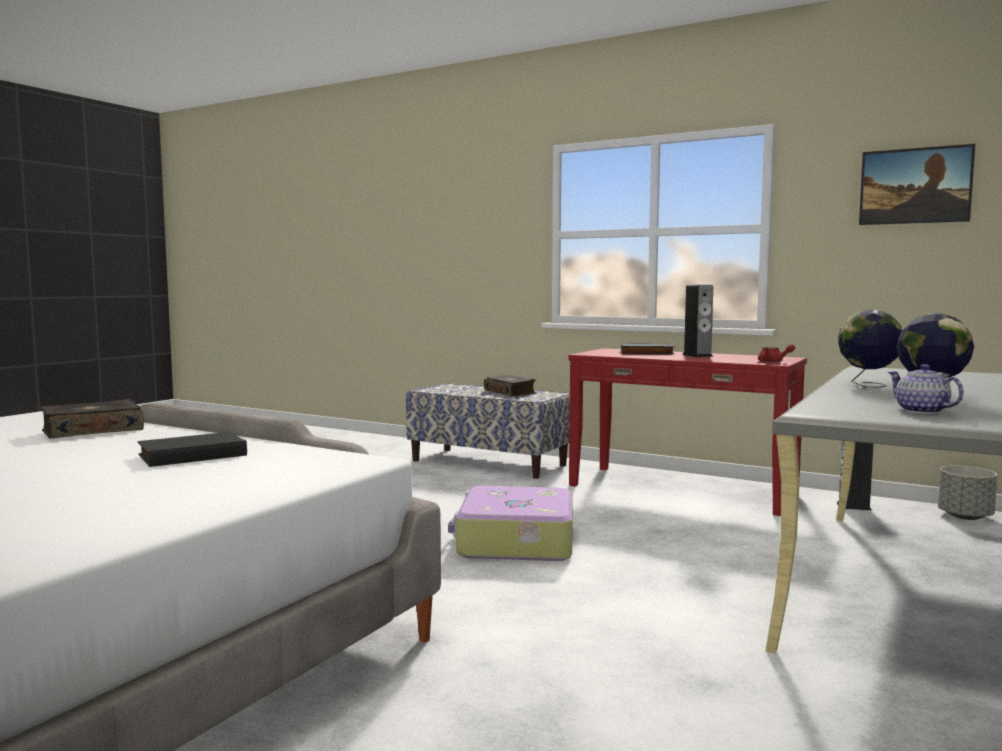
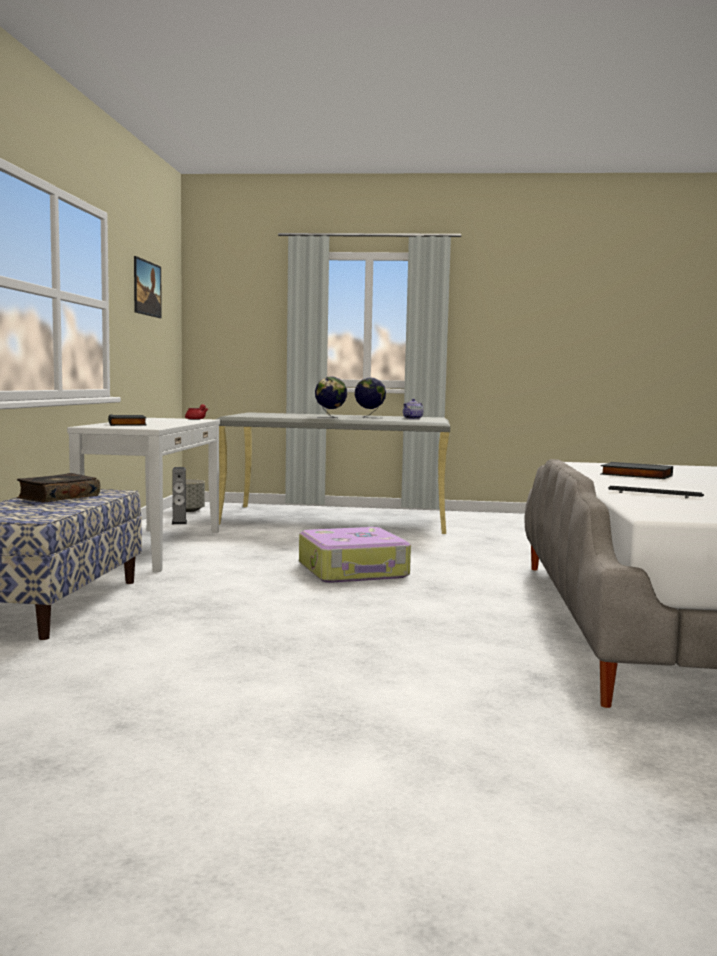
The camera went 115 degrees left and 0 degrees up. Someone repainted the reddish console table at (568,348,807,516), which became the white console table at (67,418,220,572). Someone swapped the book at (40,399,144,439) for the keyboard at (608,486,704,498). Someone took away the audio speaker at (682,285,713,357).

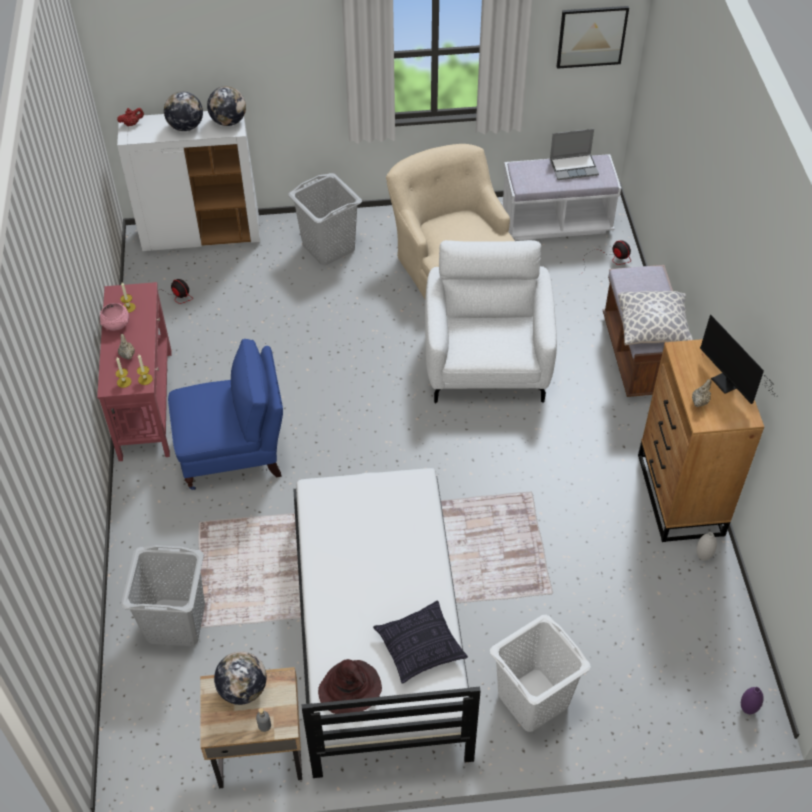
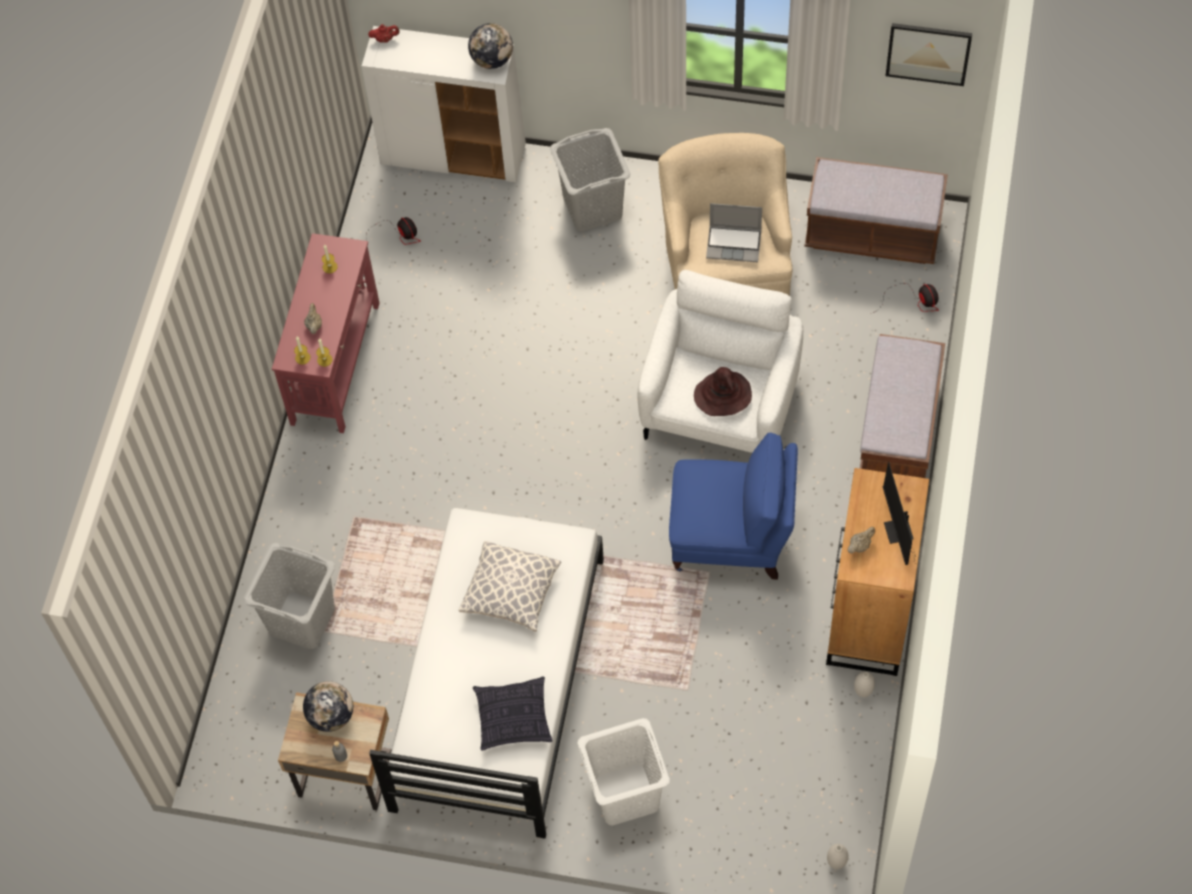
The camera went 20 degrees right and 10 degrees up. Someone carried the cushion from (618,291,693,345) to (459,541,561,632). Someone carried the blue-coloured lounge chair from (168,339,283,490) to (669,433,798,580). Someone carried the brown clothing hat from (318,659,382,714) to (694,367,752,416). Someone carried the portable computer from (550,129,599,180) to (706,203,762,262). Someone repainted the white indoor bench at (501,154,621,240), which became the brown indoor bench at (804,157,948,264). Someone repainted the purplish flower vase at (741,687,764,714), which became the white flower vase at (827,844,848,869). Someone took away the pinkish deep dish at (100,303,129,331). Someone took away the world globe at (164,91,203,131).

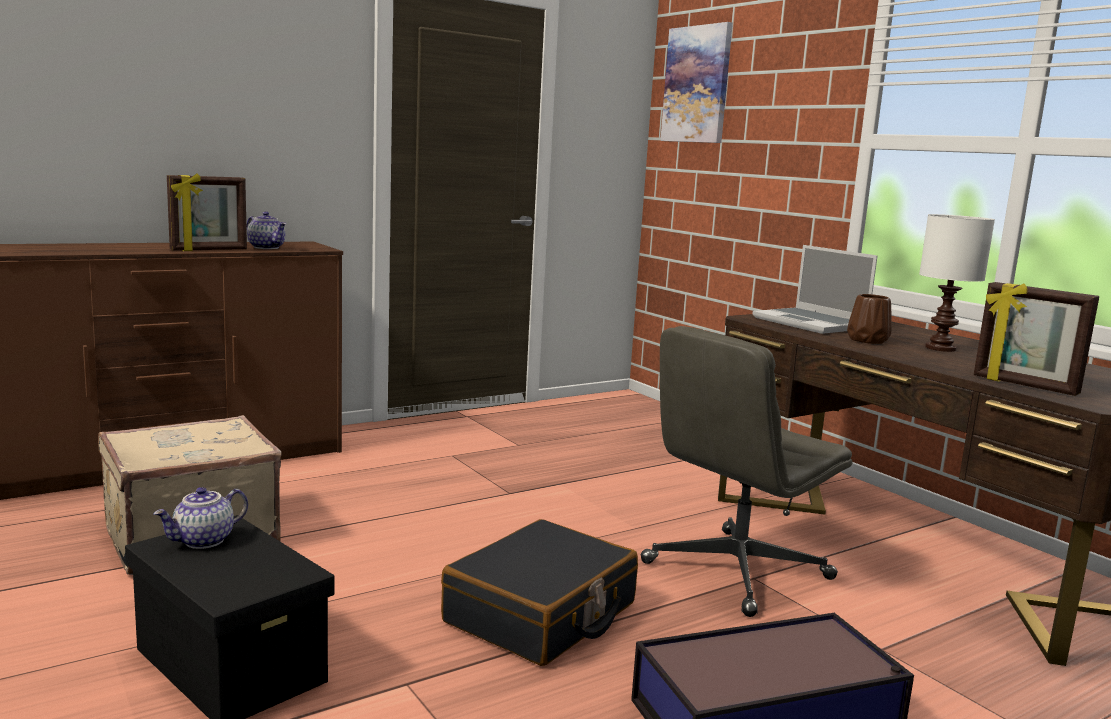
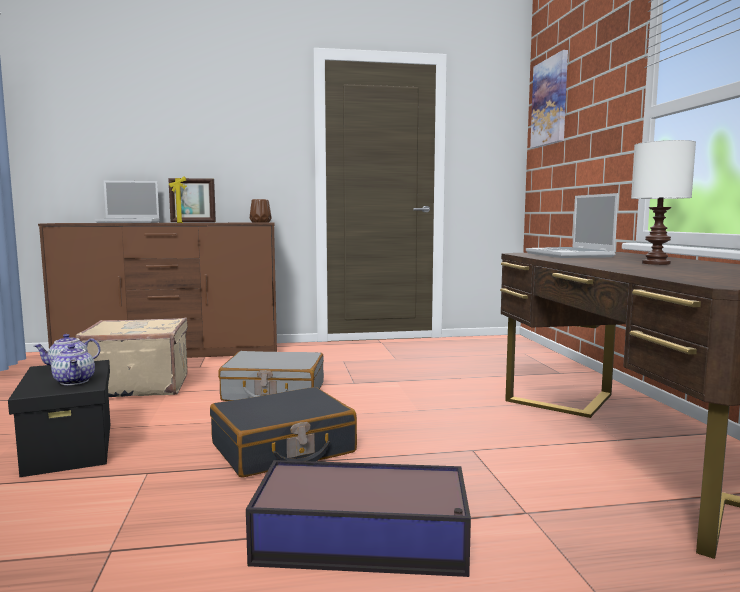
The camera went 25 degrees right and 5 degrees down. Someone carried the pot for tea from (247,211,286,249) to (51,344,95,385). Someone put down the portable computer at (95,181,160,223). Someone put down the gray travel case at (218,351,324,401). Someone carried the brown flower vase from (847,294,892,344) to (250,199,272,223). Someone took away the gray office chair at (640,326,852,617). Someone took away the standing frame at (974,282,1099,396).

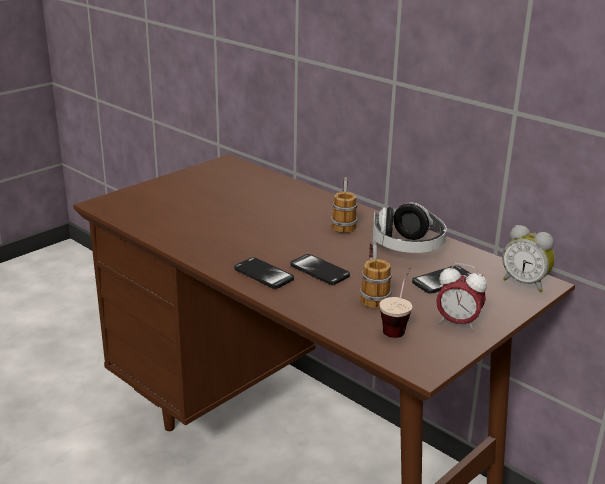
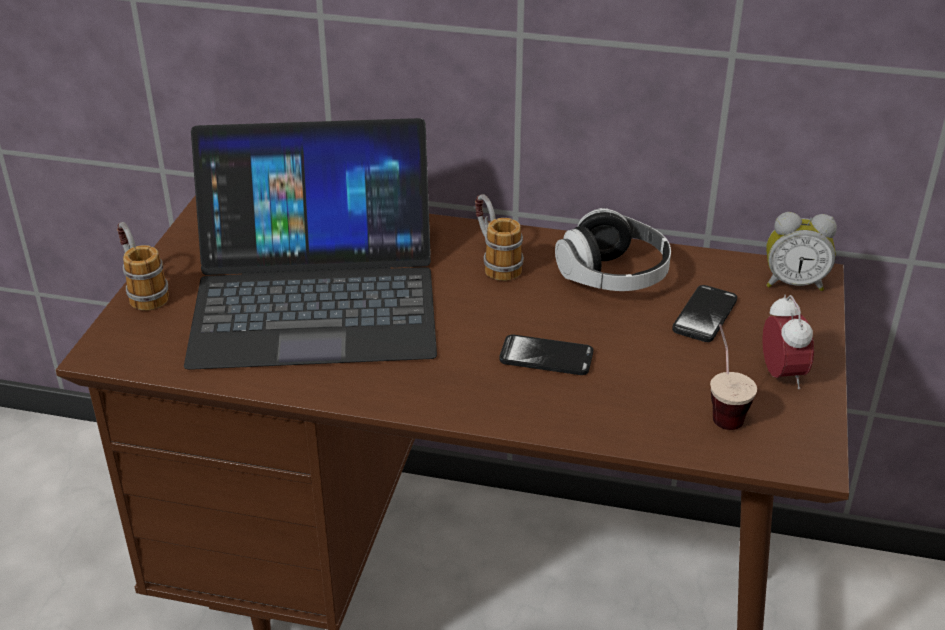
The camera went 30 degrees left and 10 degrees up. Someone carried the mug from (360,240,392,308) to (117,222,169,311). Someone put down the portable computer at (184,118,437,370). Someone rotated the bedside clock at (436,263,487,331) by 90 degrees counterclockwise. Someone took away the handset at (235,257,294,289).

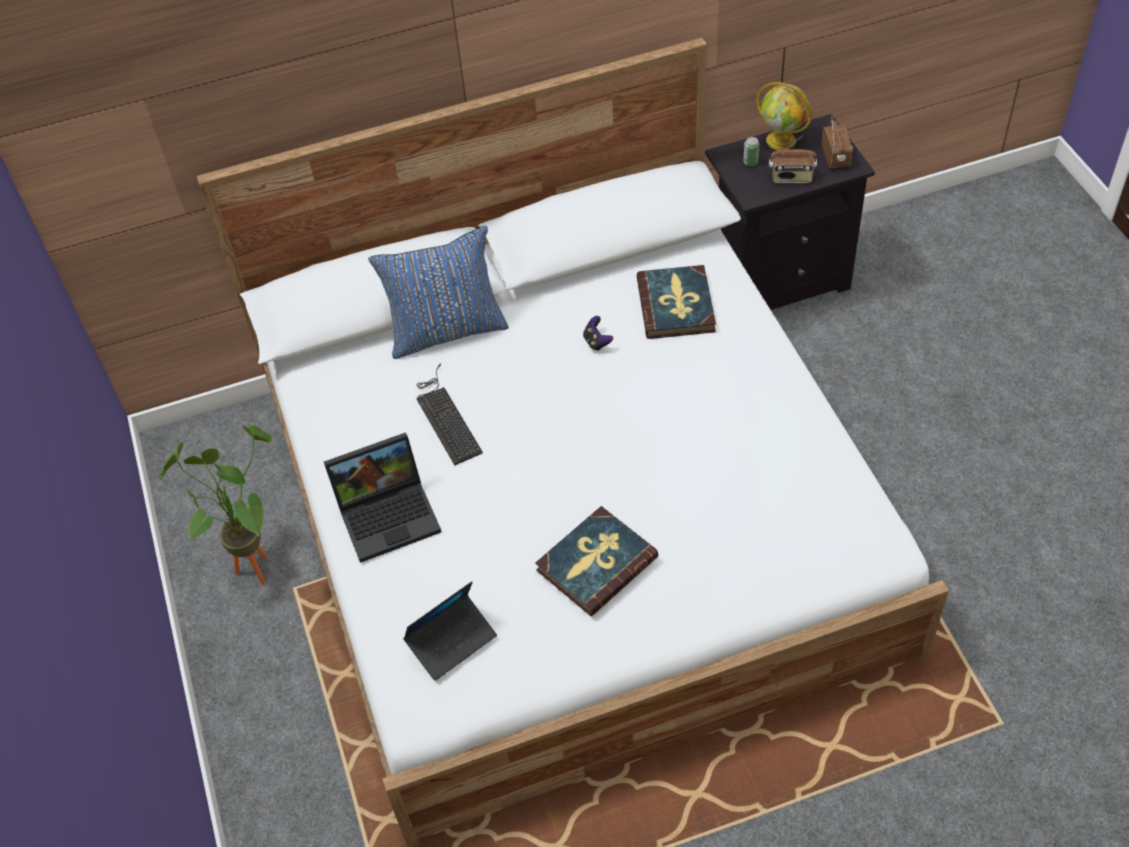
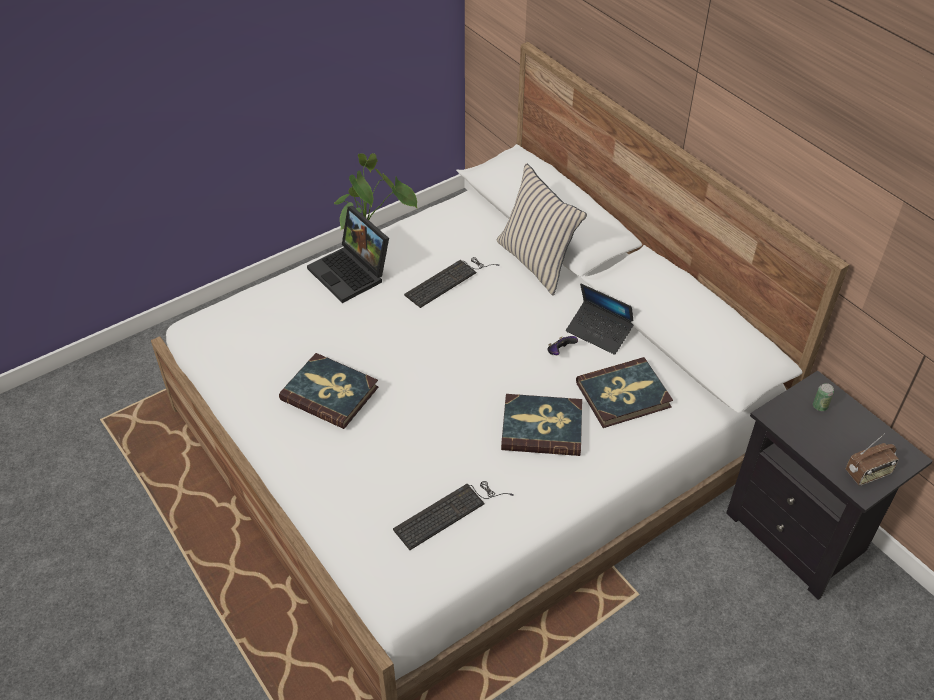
The camera went 70 degrees right and 5 degrees down. Someone put down the keyboard at (393,481,514,550). Someone repainted the blue-coloured cushion at (368,226,509,359), which became the sand-coloured cushion at (497,163,587,296). Someone put down the book at (501,394,582,456). Someone carried the portable computer from (403,581,497,681) to (566,284,634,355). Someone took away the world globe at (756,82,812,150). Someone took away the radio set at (769,136,817,183).

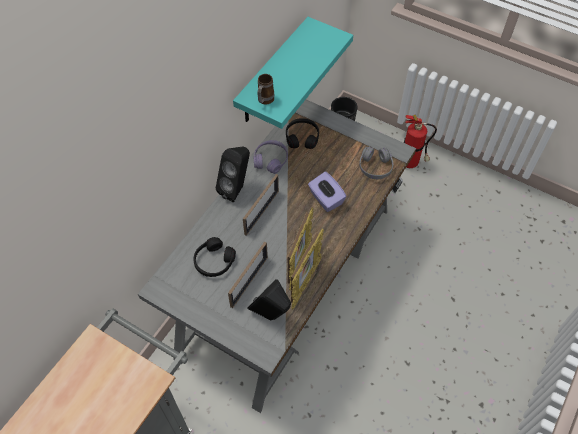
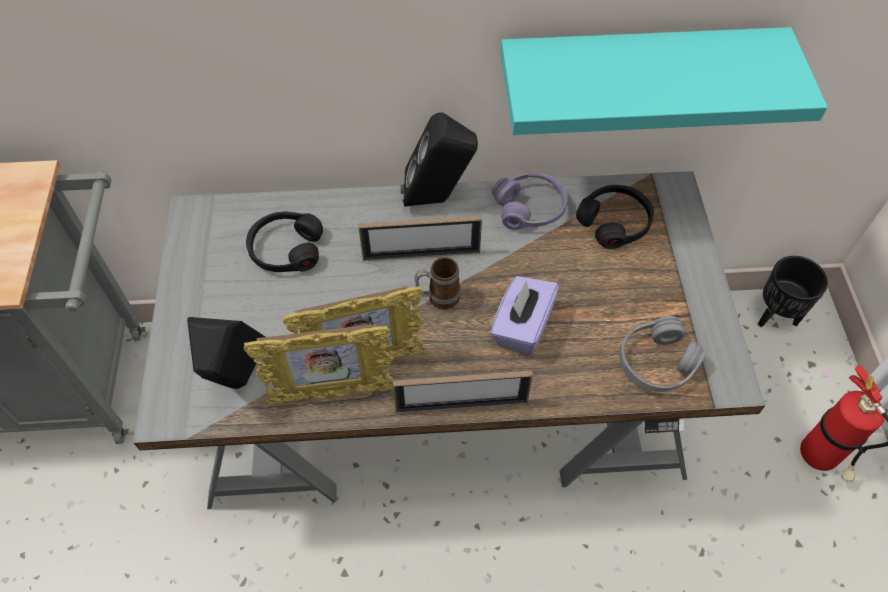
The camera went 55 degrees right and 0 degrees up. Someone carried the standing frame from (228,241,268,308) to (393,371,533,414). Someone carried the mug from (257,74,274,105) to (415,257,460,310).

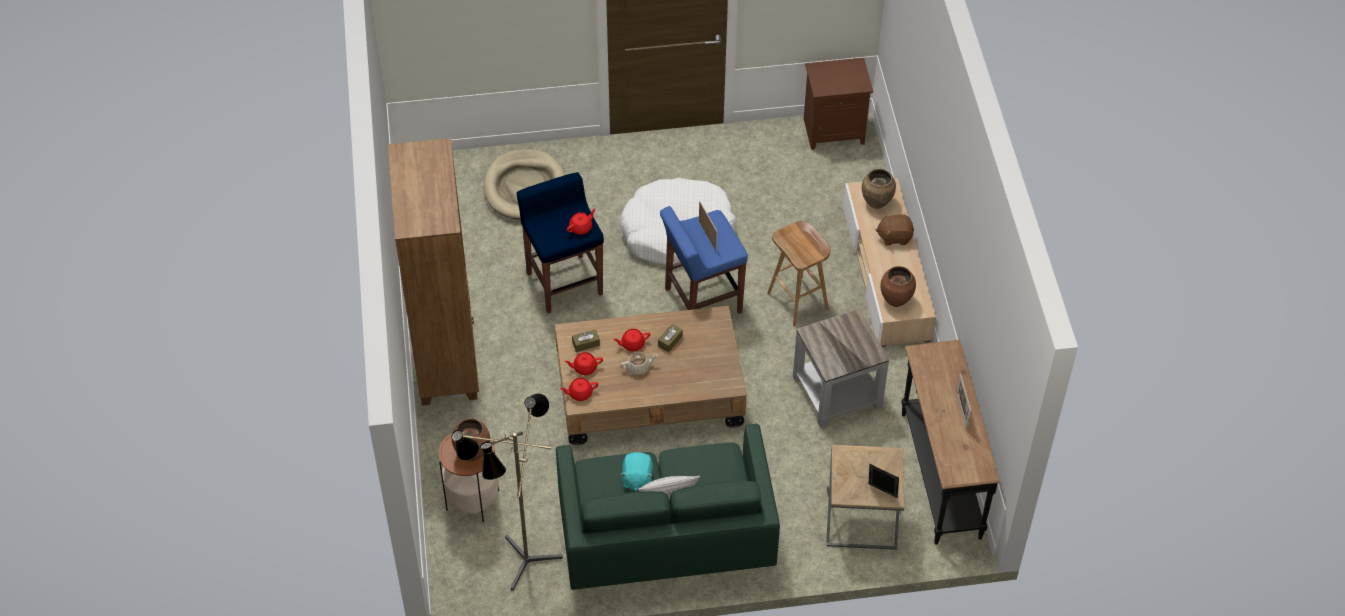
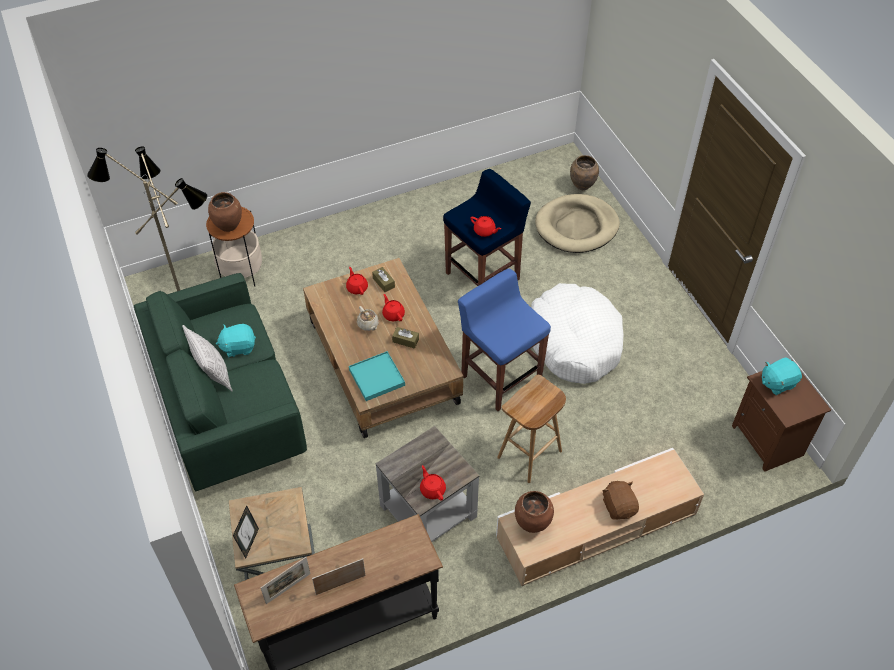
The camera went 75 degrees right and 0 degrees up. Someone carried the standing frame from (699,201,717,251) to (260,557,310,604). Someone put down the blue-green carrying tray at (349,351,405,401). Someone carried the reddish pot for tea from (560,378,598,401) to (420,465,446,501). Someone carried the brown flower vase from (862,169,896,209) to (570,155,599,190). Someone put down the blue-green plush toy at (762,358,802,395). Someone took away the brown shelving unit at (388,138,479,405).

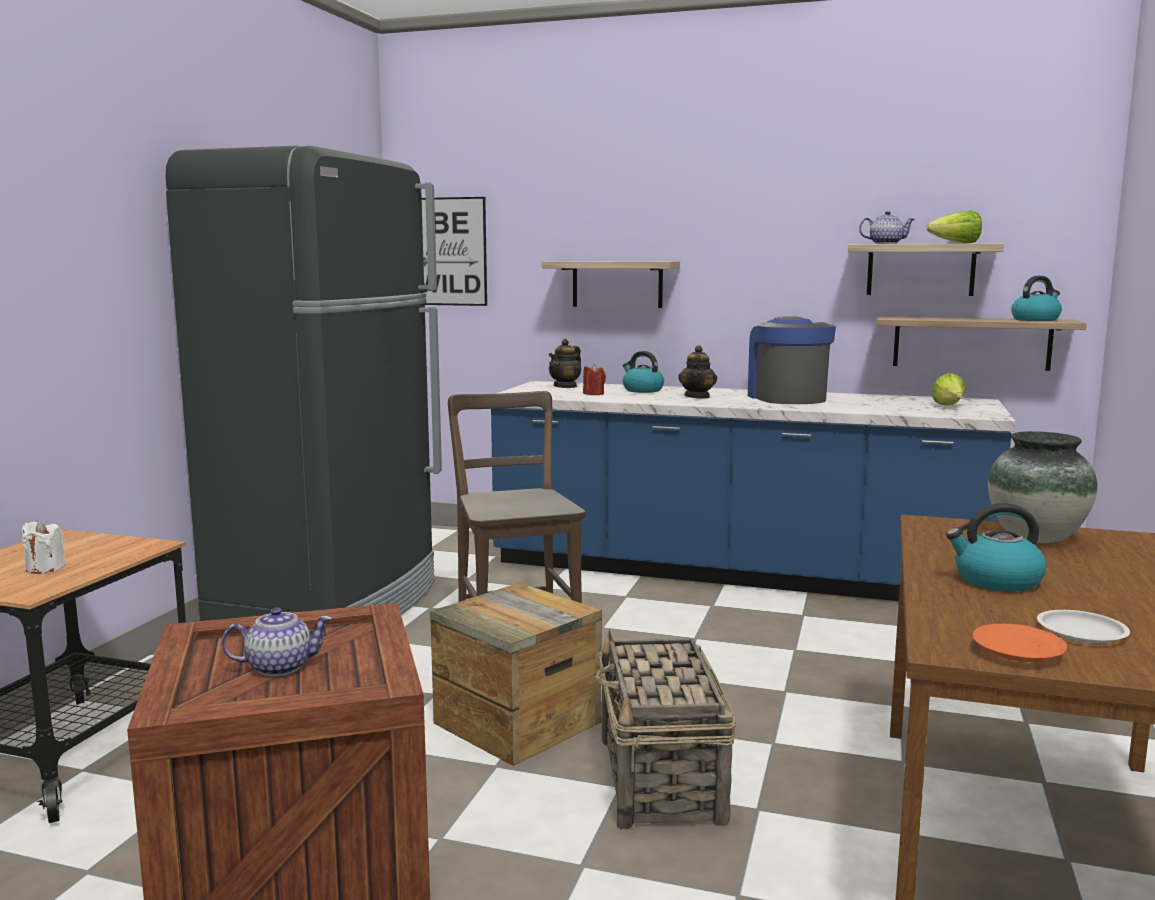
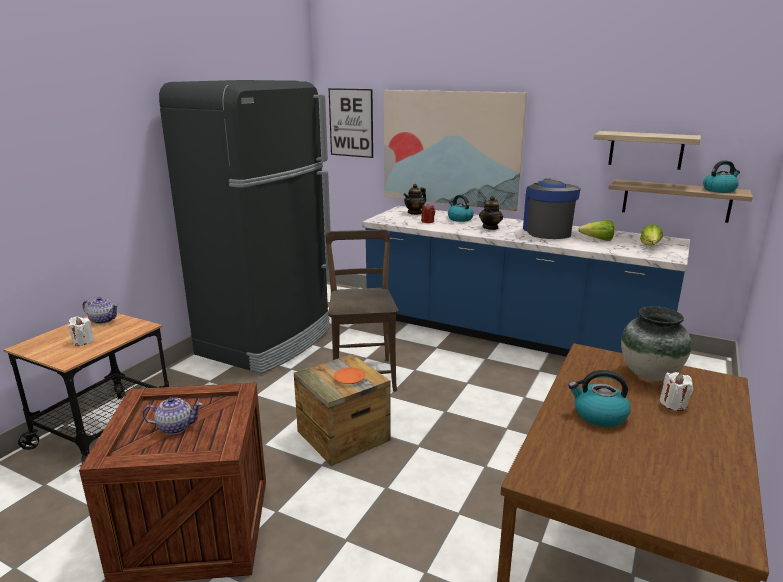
The camera went 10 degrees right and 10 degrees up. Someone carried the pot for tea from (859,211,915,244) to (83,297,118,324). Someone carried the orange flat dish from (973,624,1067,662) to (333,367,366,384). Someone swapped the wall shelf at (542,261,680,308) for the wall picture at (384,90,527,211). Someone carried the head of lettuce from (926,210,982,244) to (578,220,615,241). Someone put down the white wax candle at (660,372,693,411). Someone took away the basket at (595,630,736,830). Someone took away the white flat dish at (1037,610,1130,643).

